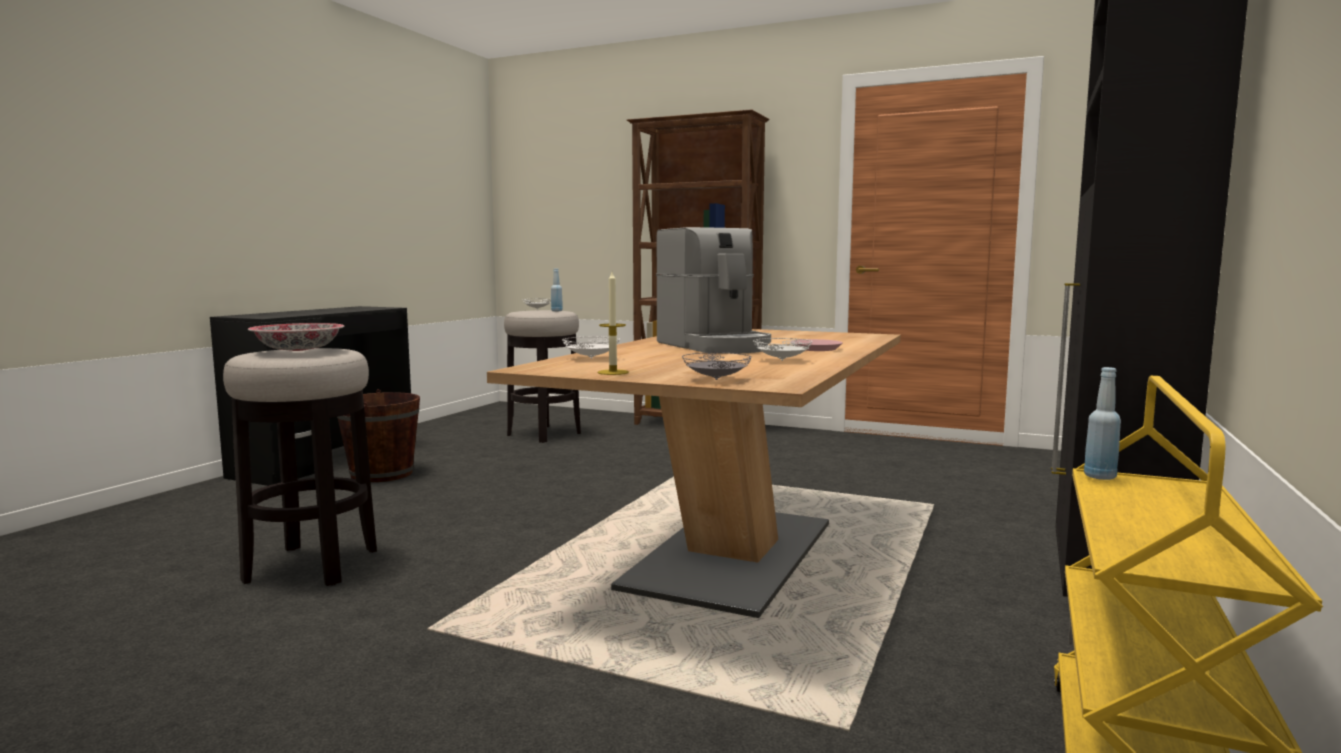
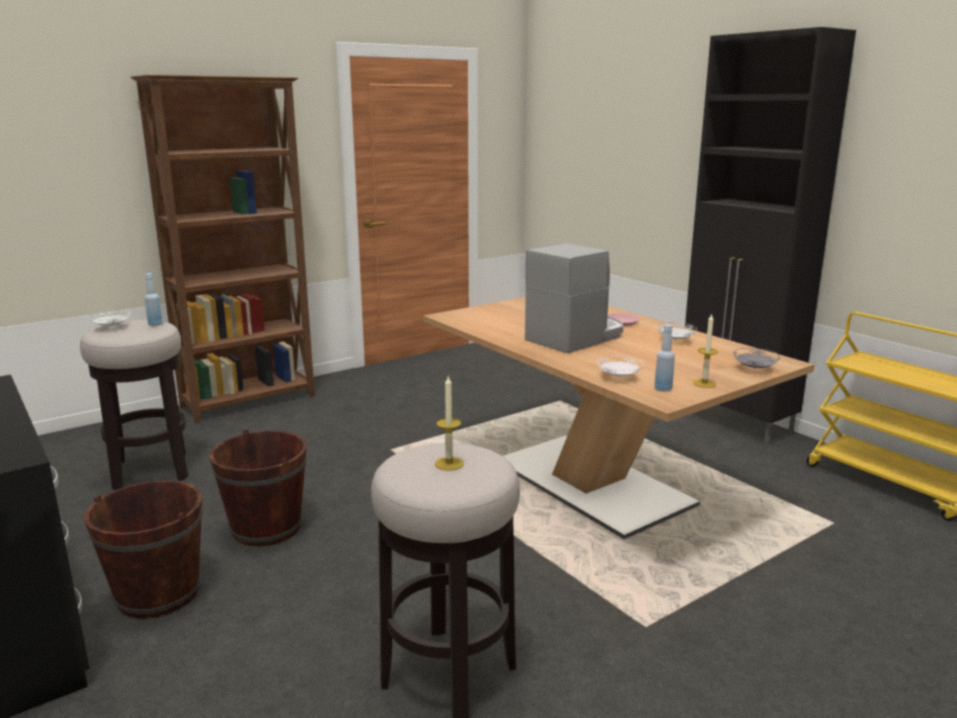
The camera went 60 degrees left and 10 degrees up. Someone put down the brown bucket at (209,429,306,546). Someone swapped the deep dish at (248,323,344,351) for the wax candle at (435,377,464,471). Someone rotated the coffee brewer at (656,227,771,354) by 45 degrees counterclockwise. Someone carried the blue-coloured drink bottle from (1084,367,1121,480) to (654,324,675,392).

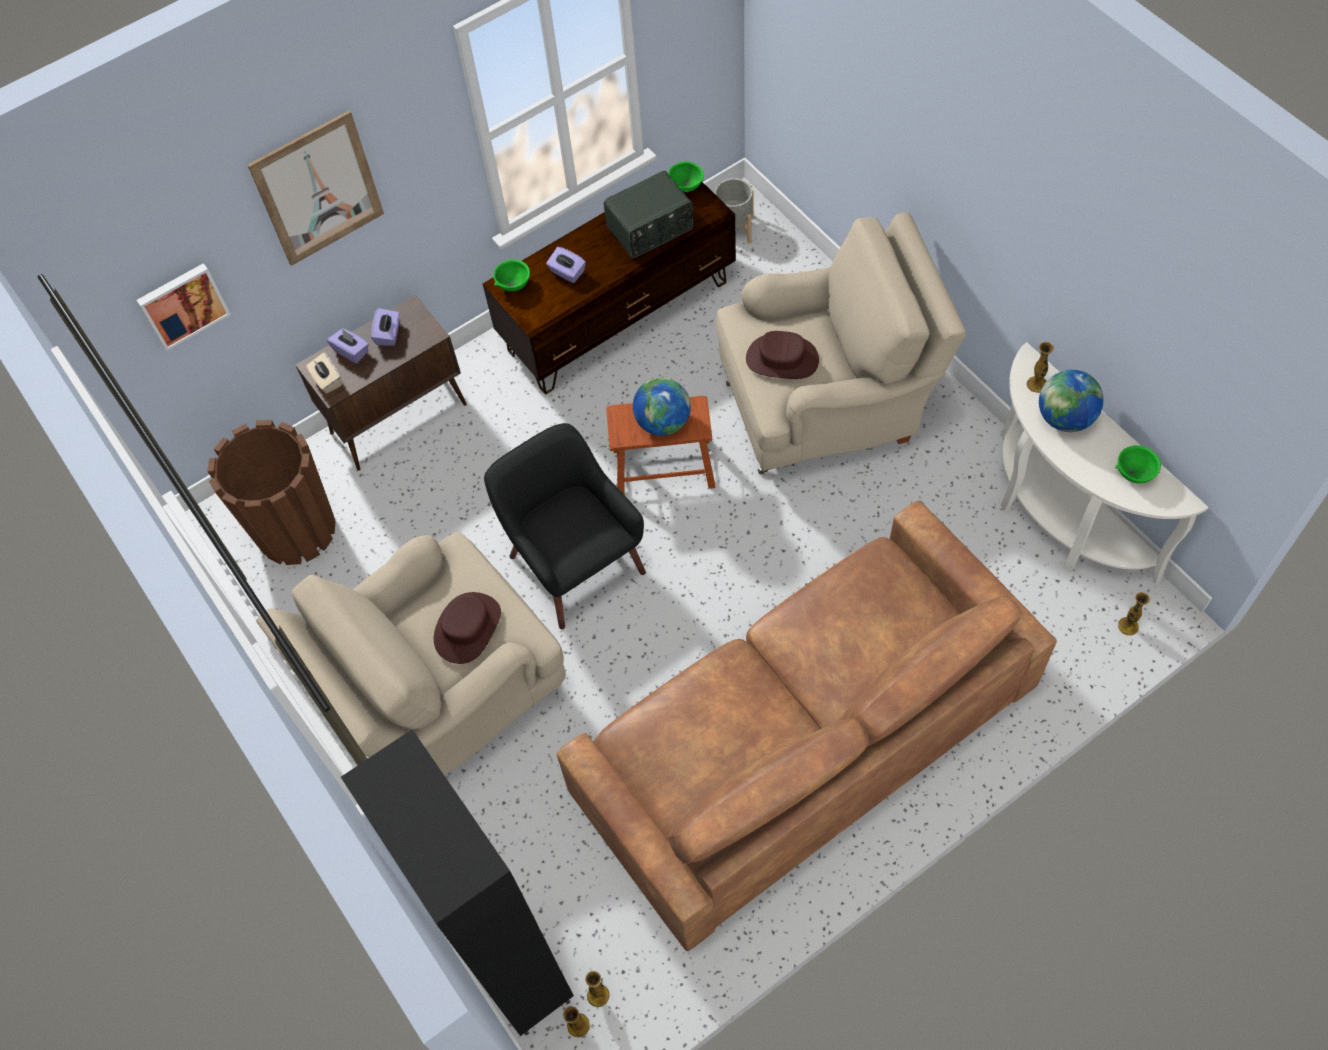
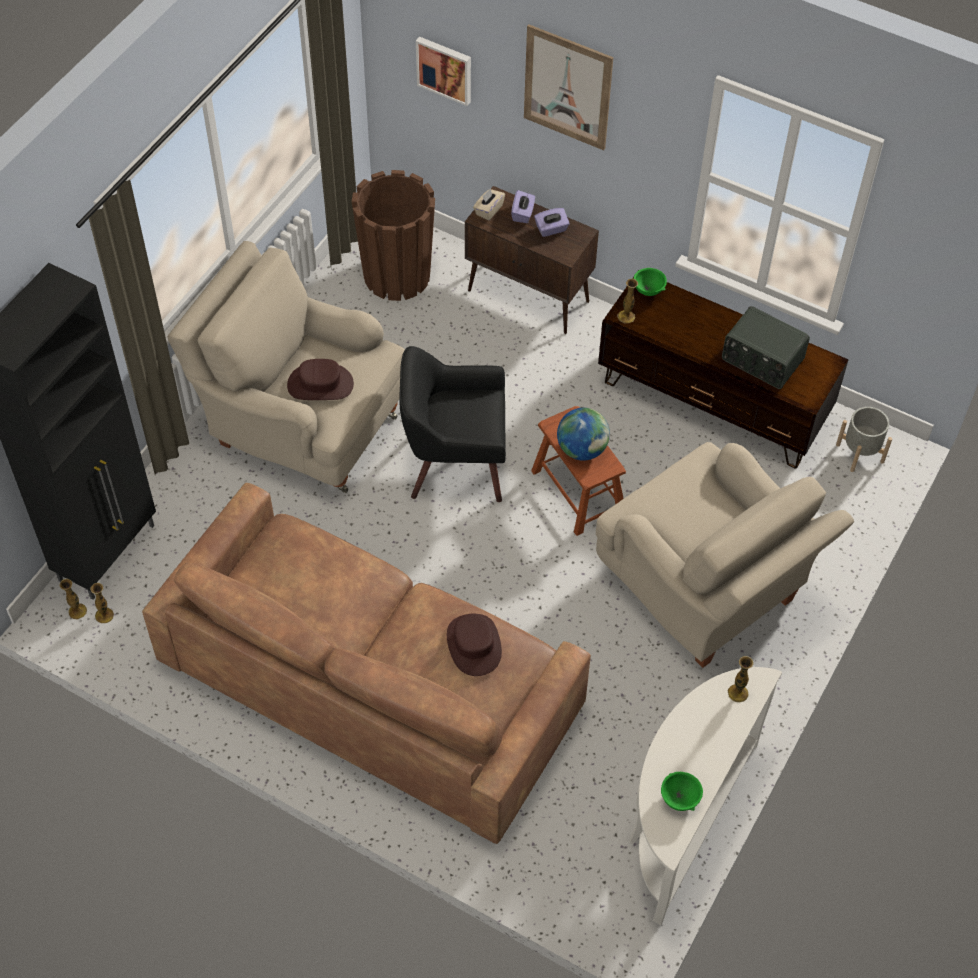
The camera went 60 degrees right and 5 degrees down. Someone rotated the blackish lounge chair at (484,423,646,629) by 120 degrees counterclockwise. Someone carried the brown clothing hat from (746,331,819,379) to (447,613,502,676). Someone carried the flower vase from (1118,592,1150,636) to (617,279,638,323). Someone took away the purplish box of tissues at (546,247,586,283). Someone took away the green-coloured deep dish at (668,161,704,192). Someone took away the world globe at (1039,370,1103,432).

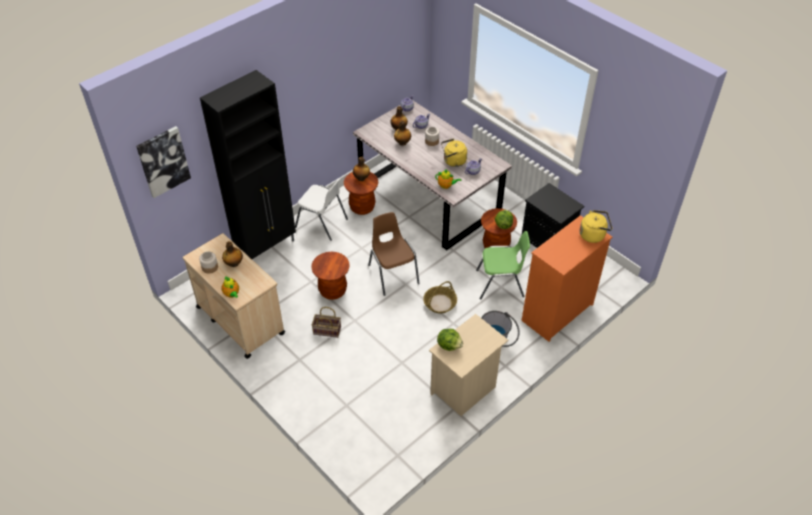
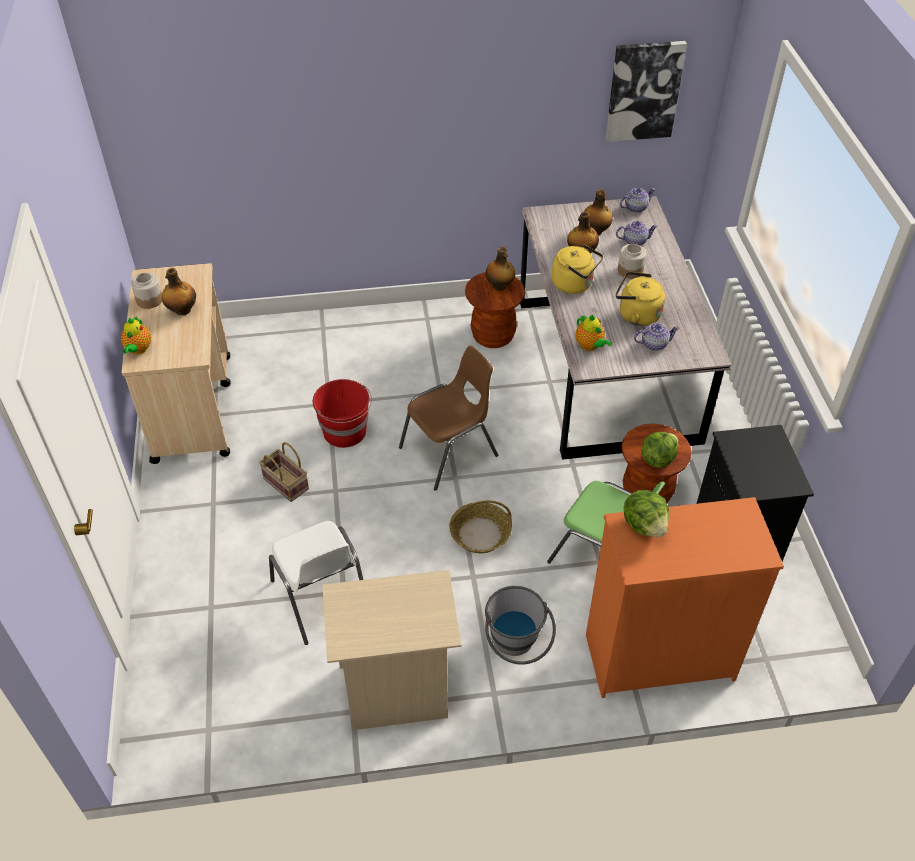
The camera went 35 degrees right and 0 degrees up. Someone carried the white chair from (295,178,348,241) to (269,521,363,645). Someone swapped the brown sitting stool at (311,252,350,300) for the reddish bucket at (313,379,372,448). Someone rotated the brown chair at (368,212,419,296) by 45 degrees clockwise. Someone carried the yellow water kettle from (580,210,612,243) to (552,244,603,294). Someone carried the wall picture from (136,126,191,198) to (605,41,687,142). Someone carried the head of lettuce from (437,329,463,351) to (624,490,669,537). Someone took away the blackish cabinet at (200,70,296,259).

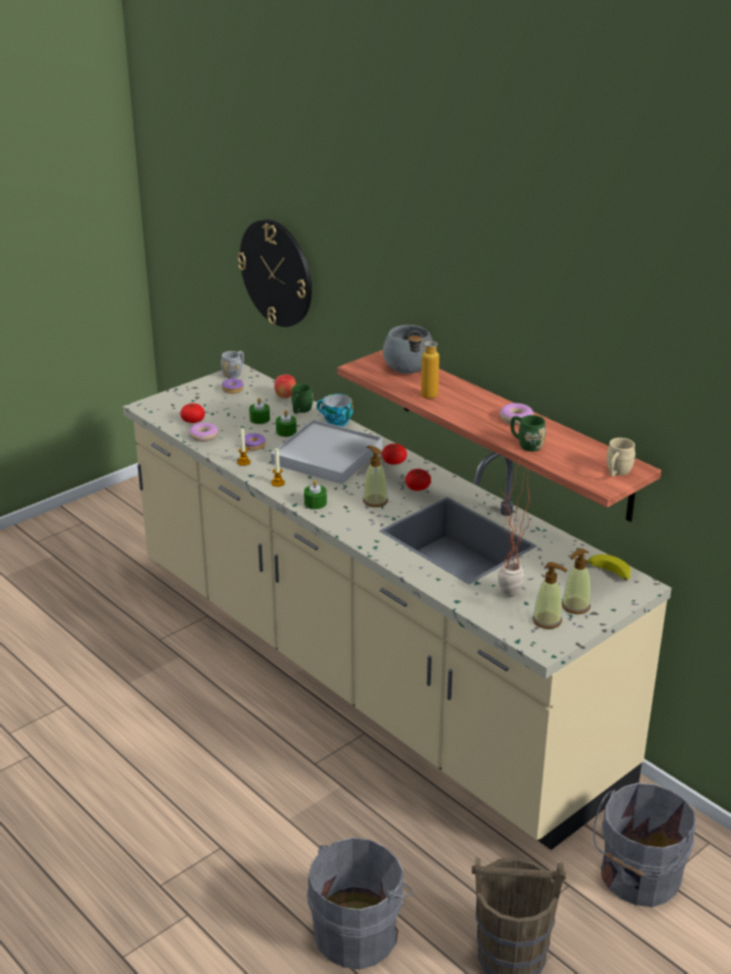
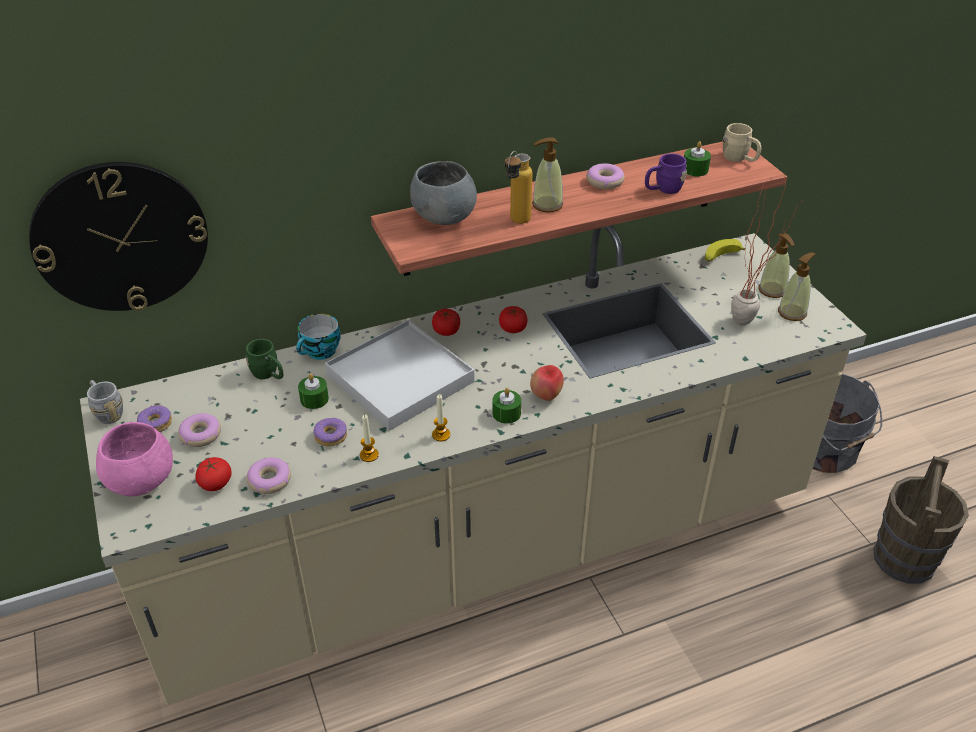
The camera went 70 degrees left and 10 degrees up. Someone put down the pinkish deep dish at (96,422,173,496). Someone put down the doughnut at (178,413,221,447). Someone carried the apple fruit from (274,374,296,398) to (530,365,564,401). Someone carried the liquid soap bottle from (363,446,388,507) to (532,137,563,213). Someone repainted the green-coloured mug at (510,415,546,451), which became the purplish mug at (645,153,687,194). Someone carried the green-coloured wax candle from (249,398,270,424) to (684,141,711,176). Someone took away the gray bucket at (307,837,413,970).

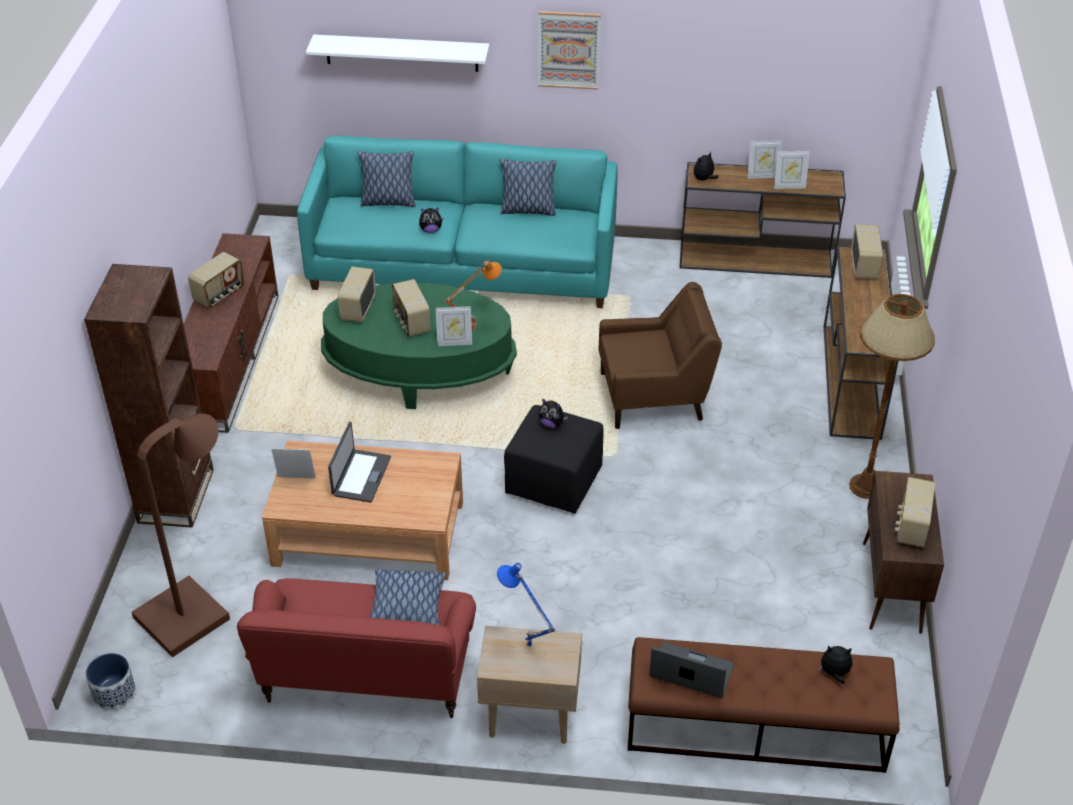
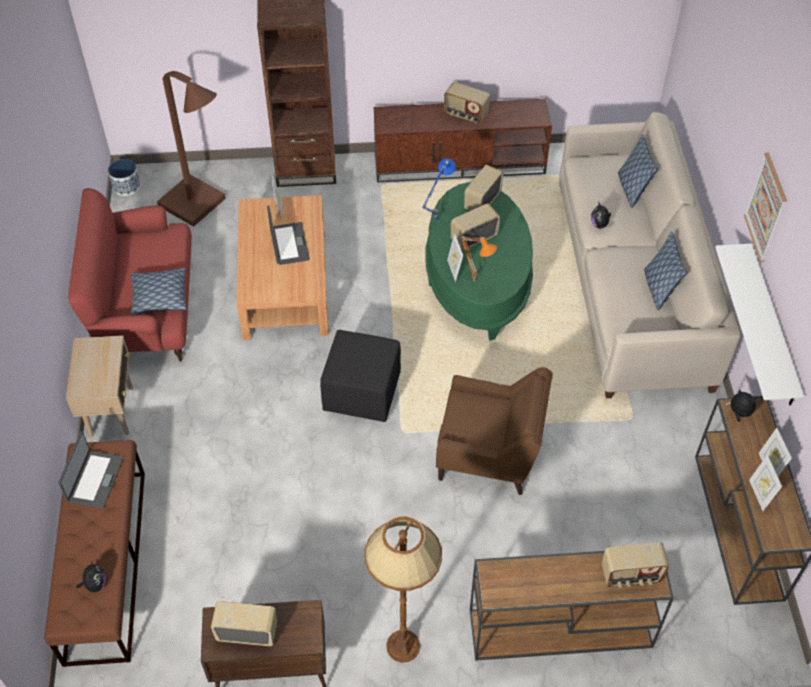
The camera went 80 degrees right and 10 degrees up. Someone rotated the portable computer at (328,422,391,502) by 105 degrees counterclockwise. Someone carried the blue-coloured tabletop lamp from (497,563,556,647) to (422,158,456,221). Someone rotated the brown lounge chair at (598,282,722,429) by 60 degrees counterclockwise. Someone rotated the radio set at (337,266,376,322) by 60 degrees counterclockwise. Someone repainted the blue-green sofa at (297,135,618,308), which became the sand-coloured sofa at (559,112,741,398). Someone carried the white wall shelf from (306,34,490,72) to (715,244,804,405). Someone took away the plush toy at (538,399,568,428).

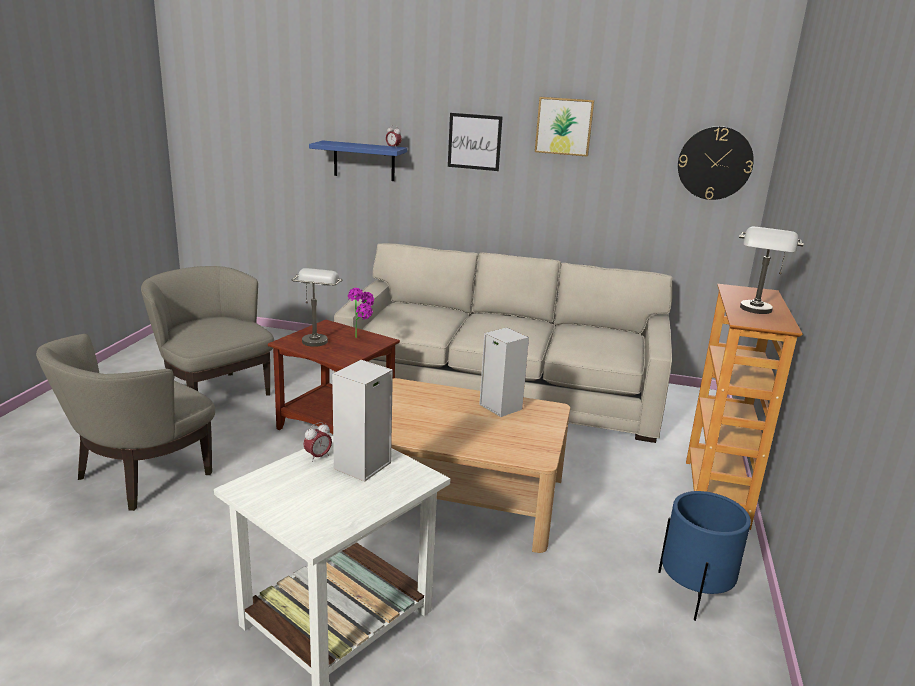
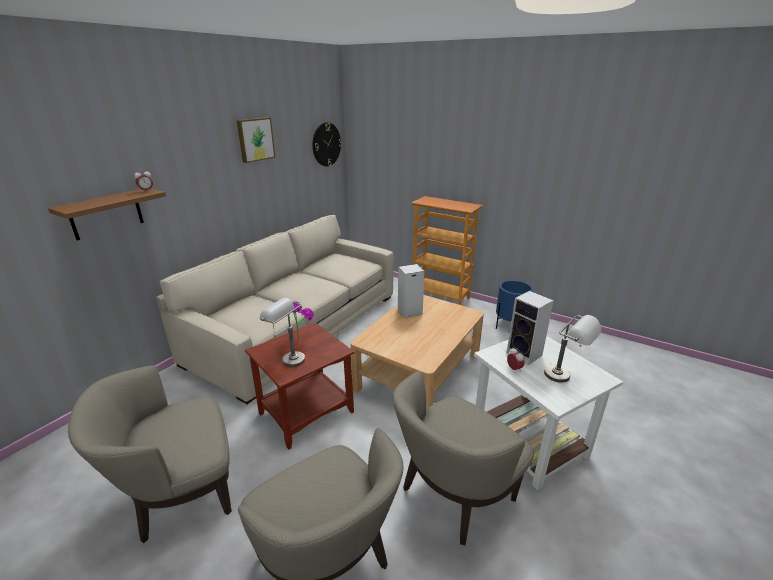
The camera went 70 degrees left and 5 degrees up. Someone repainted the blue-coloured wall shelf at (309,141,407,181), which became the brown wall shelf at (48,189,166,240). Someone put down the sand-coloured lounge chair at (393,371,534,545). Someone carried the gray tabletop lamp from (739,227,804,314) to (544,315,602,383). Someone took away the wall picture at (448,113,503,171).

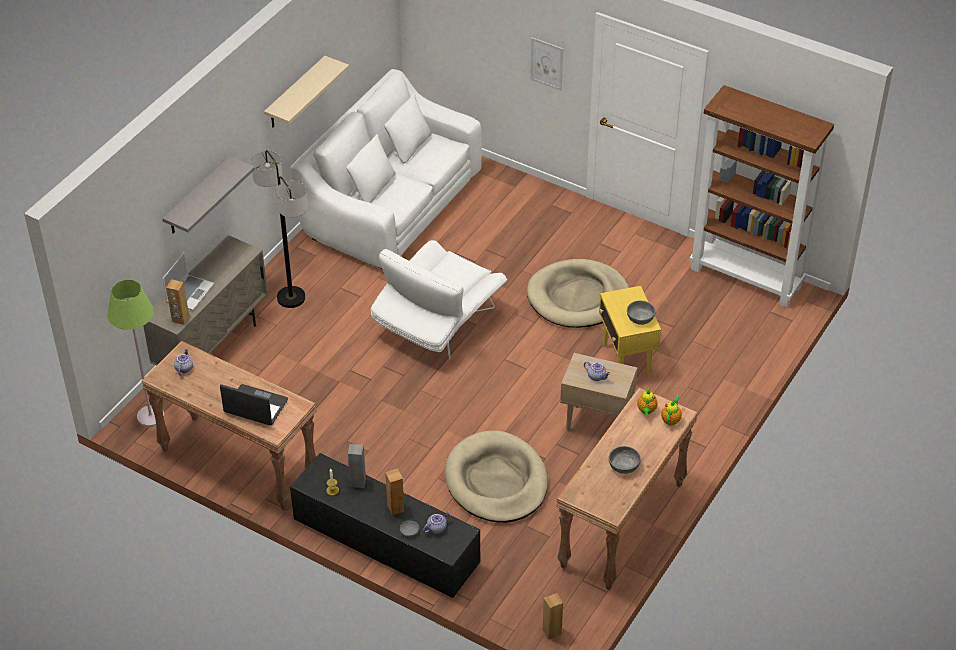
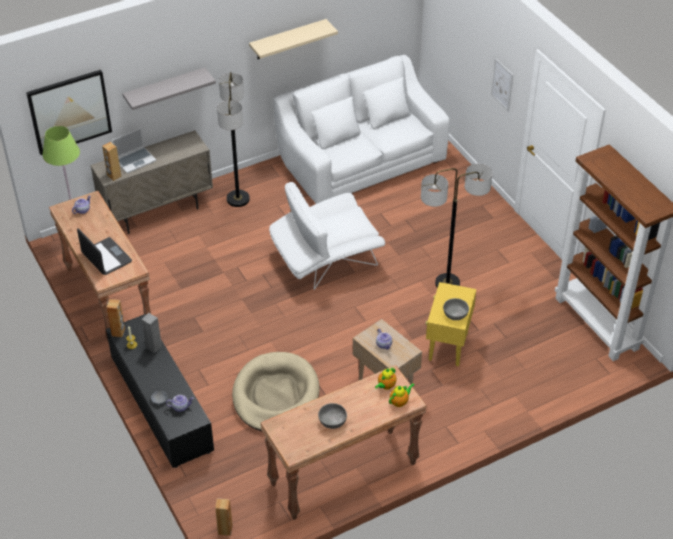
The camera went 30 degrees right and 0 degrees up. Someone put up the wall picture at (26,70,112,155). Someone carried the brown audio speaker from (385,468,404,516) to (106,299,125,337). Someone swapped the sand-coloured dog cushion at (527,259,629,328) for the standard lamp at (421,164,493,288).

